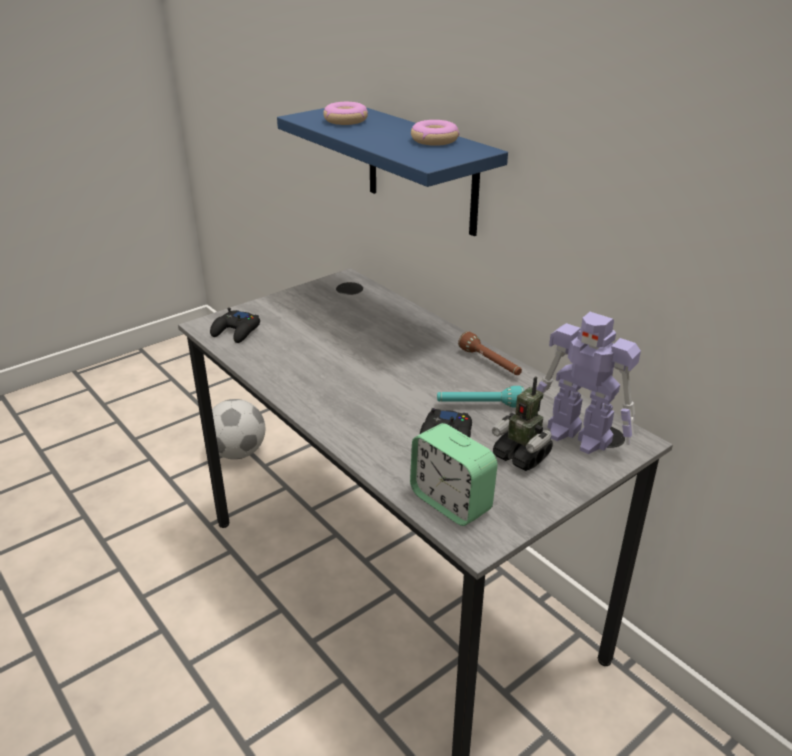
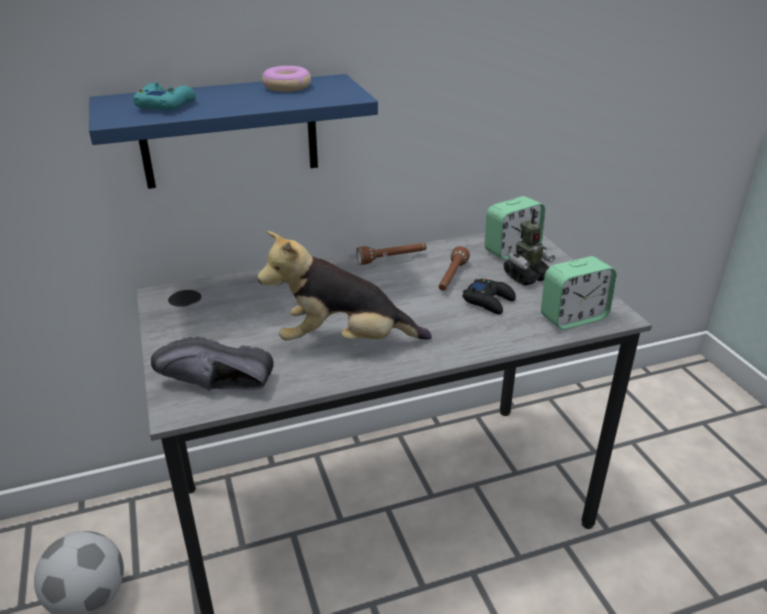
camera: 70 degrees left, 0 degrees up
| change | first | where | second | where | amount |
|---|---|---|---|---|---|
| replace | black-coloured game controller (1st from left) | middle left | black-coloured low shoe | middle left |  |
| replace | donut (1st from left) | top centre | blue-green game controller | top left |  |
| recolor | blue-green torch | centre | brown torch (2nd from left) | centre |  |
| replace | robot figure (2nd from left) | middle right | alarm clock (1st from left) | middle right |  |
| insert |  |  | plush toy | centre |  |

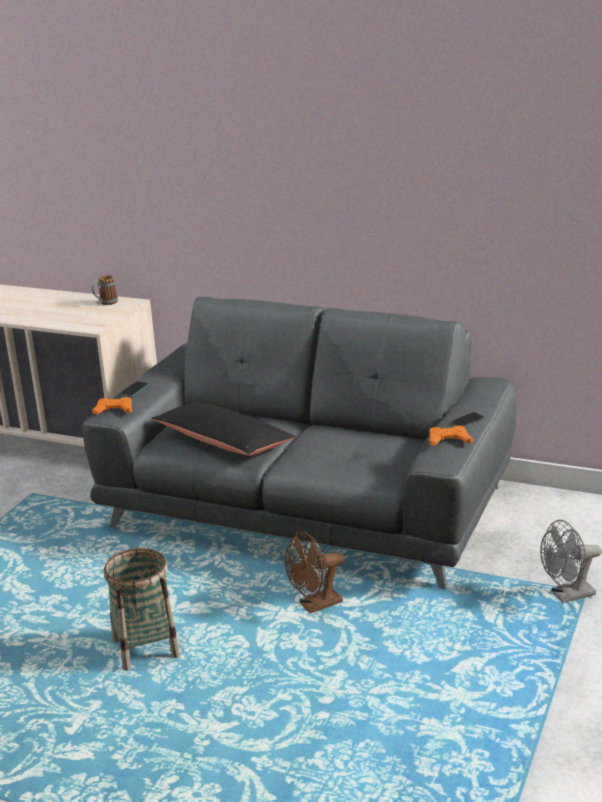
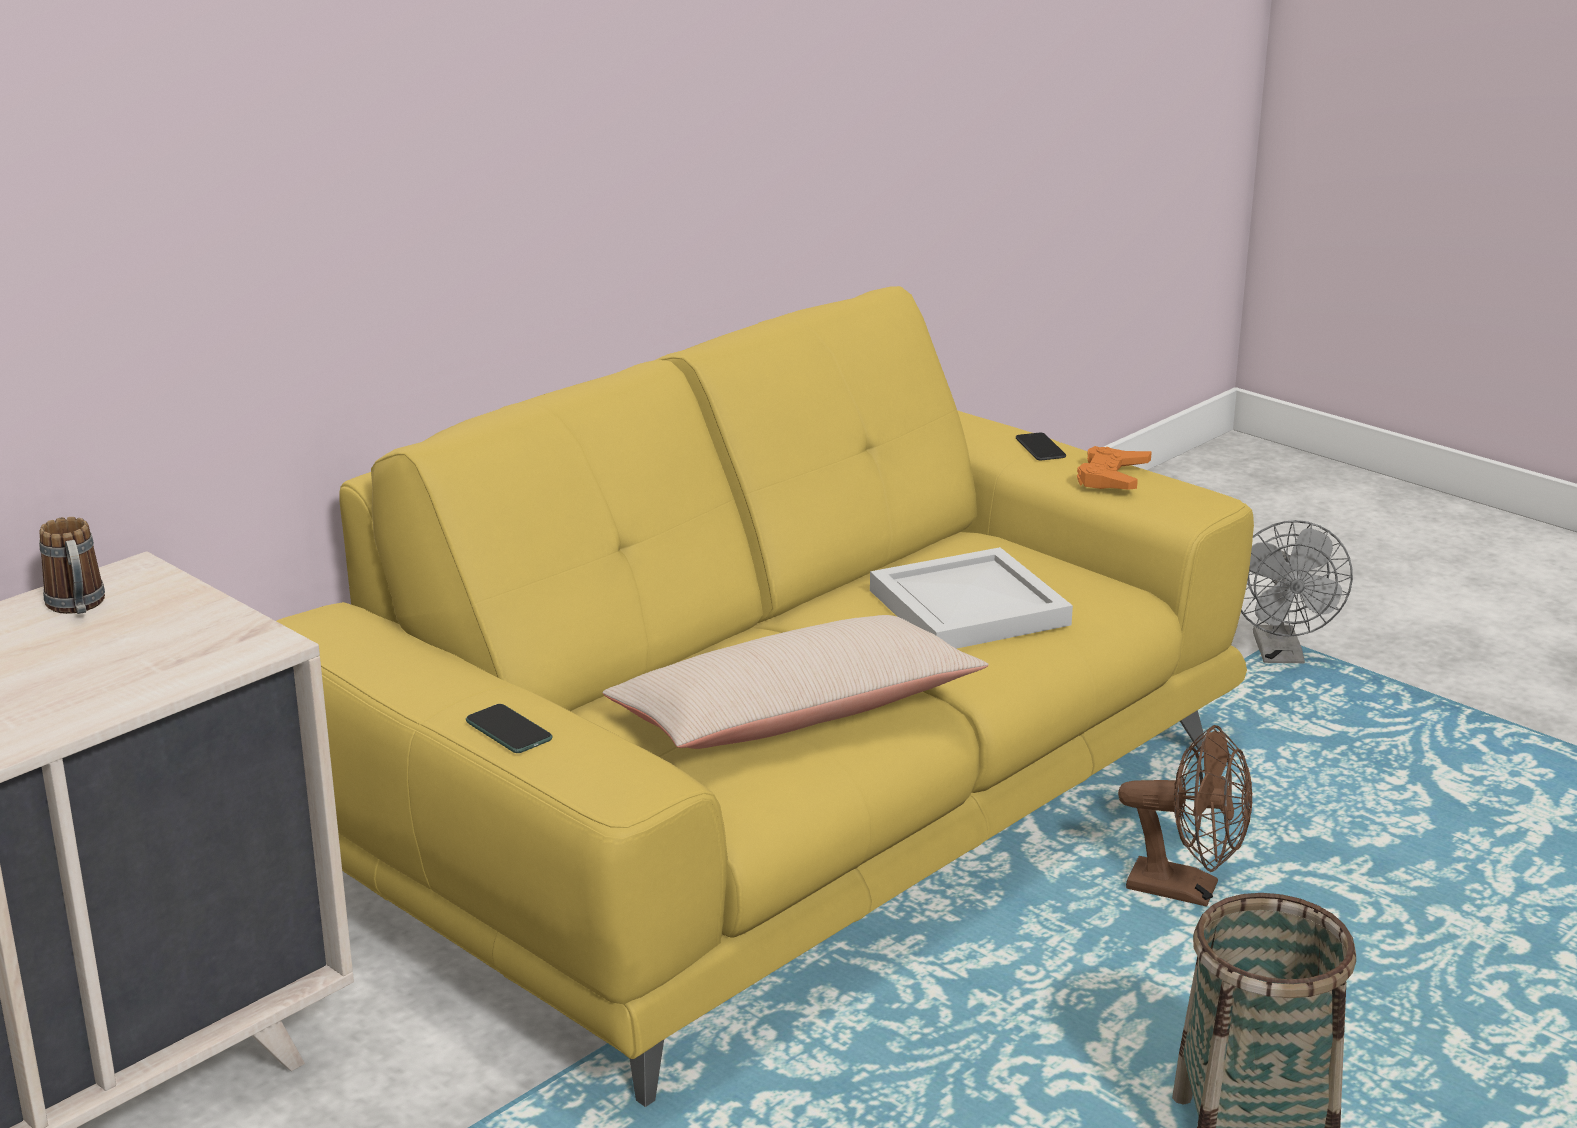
camera: 70 degrees left, 0 degrees up
| change | first | where | second | where | amount |
|---|---|---|---|---|---|
| recolor | gray settee | centre | yellow-coloured settee | centre |  |
| delete | orange game controller (1st from left) | middle left |  |  |  |
| recolor | black-coloured throw pillow | centre | beige-coloured throw pillow | centre |  |
| rotate | brown fan | bottom centre |  | bottom right | 60 degrees counterclockwise |
| insert |  |  | white serving tray | centre |  |

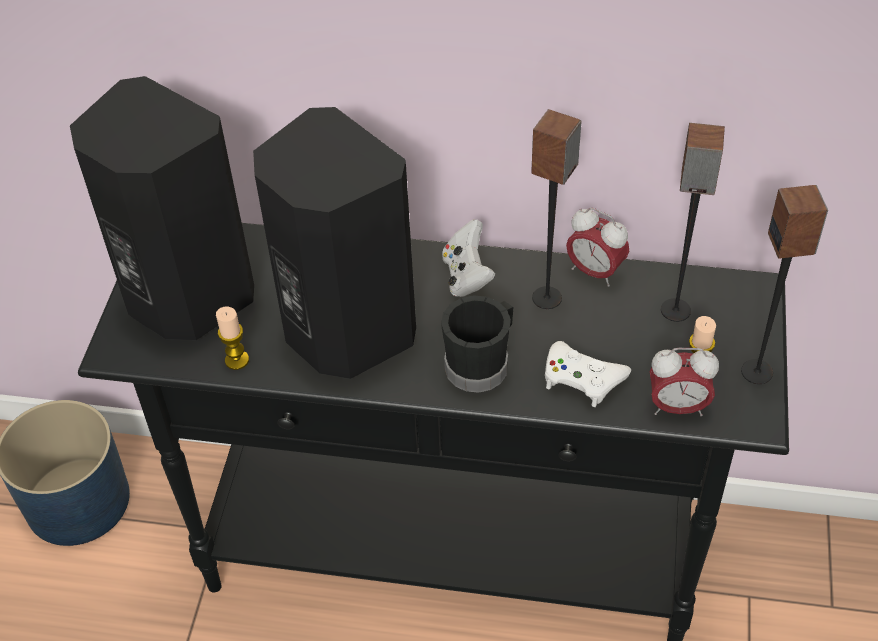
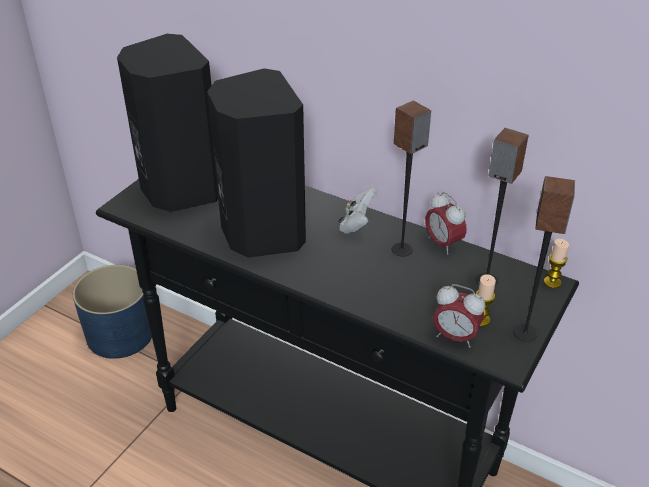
camera: 20 degrees right, 10 degrees down
| change | first | where | second | where | amount |
|---|---|---|---|---|---|
| move | wax light (1st from left in the first image) | middle left | wax light (2nd from left) | middle right |  |
| delete | black-coloured tea mug | centre |  |  |  |
| delete | white game controller (2nd from left) | middle right |  |  |  |

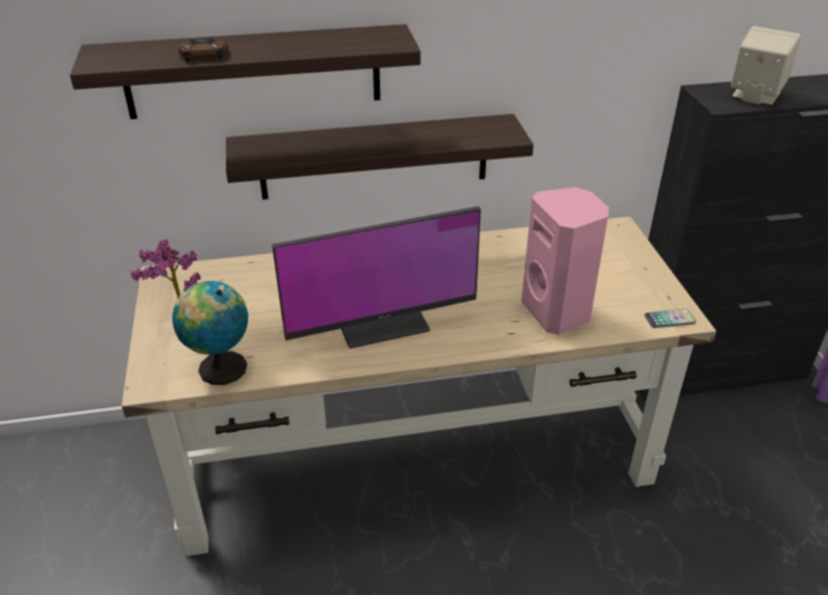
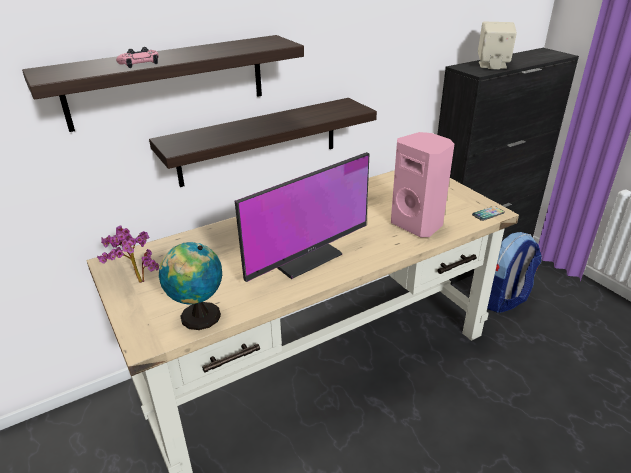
camera: 20 degrees left, 5 degrees down
| change | first | where | second | where | amount |
|---|---|---|---|---|---|
| recolor | brown game controller | top left | pinkish game controller | top left |  |
| insert |  |  | knapsack | middle right |  |

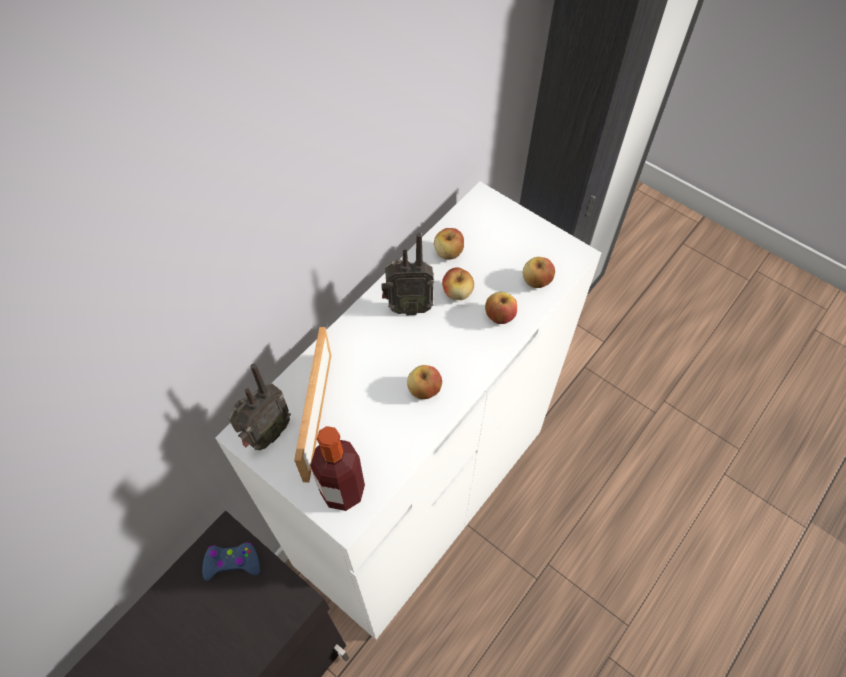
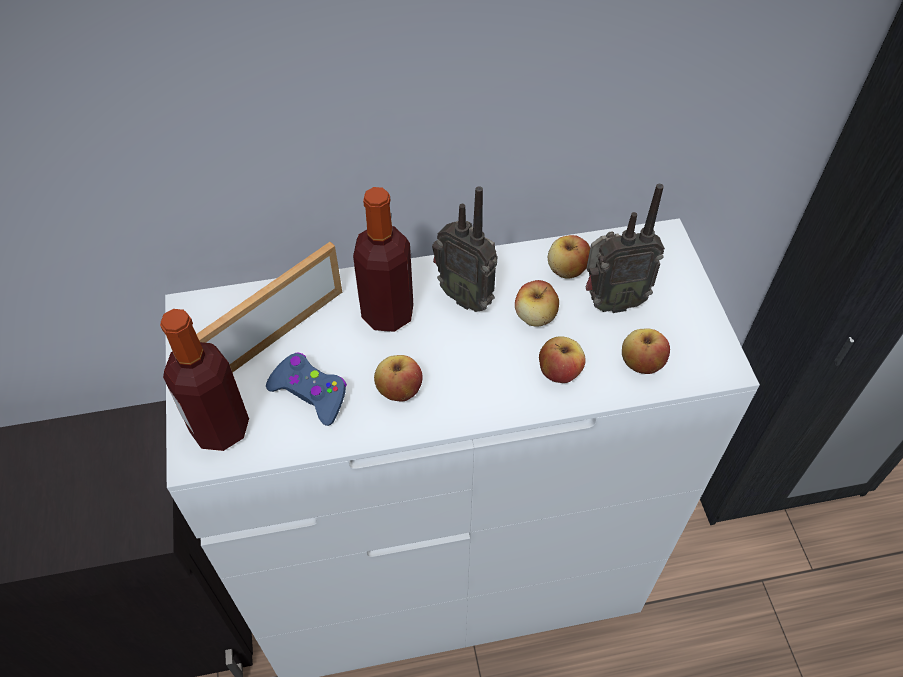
camera: 40 degrees right, 5 degrees down
| change | first | where | second | where | amount |
|---|---|---|---|---|---|
| move | blue-coloured game controller | bottom left |  | centre |  |
| move | radio set (1st from left in the first image) | middle left | radio set (2nd from left) | middle right |  |
| insert |  |  | bottle (2nd from left) | centre |  |

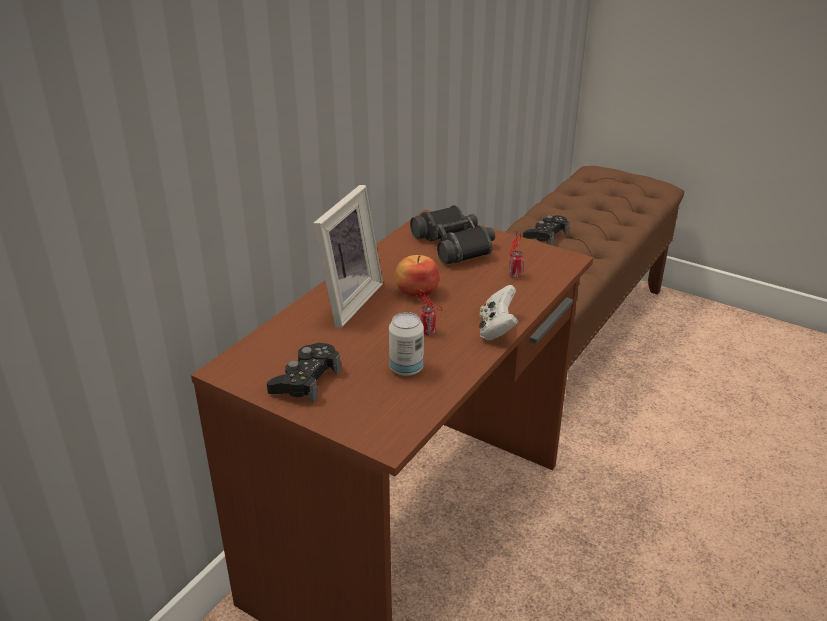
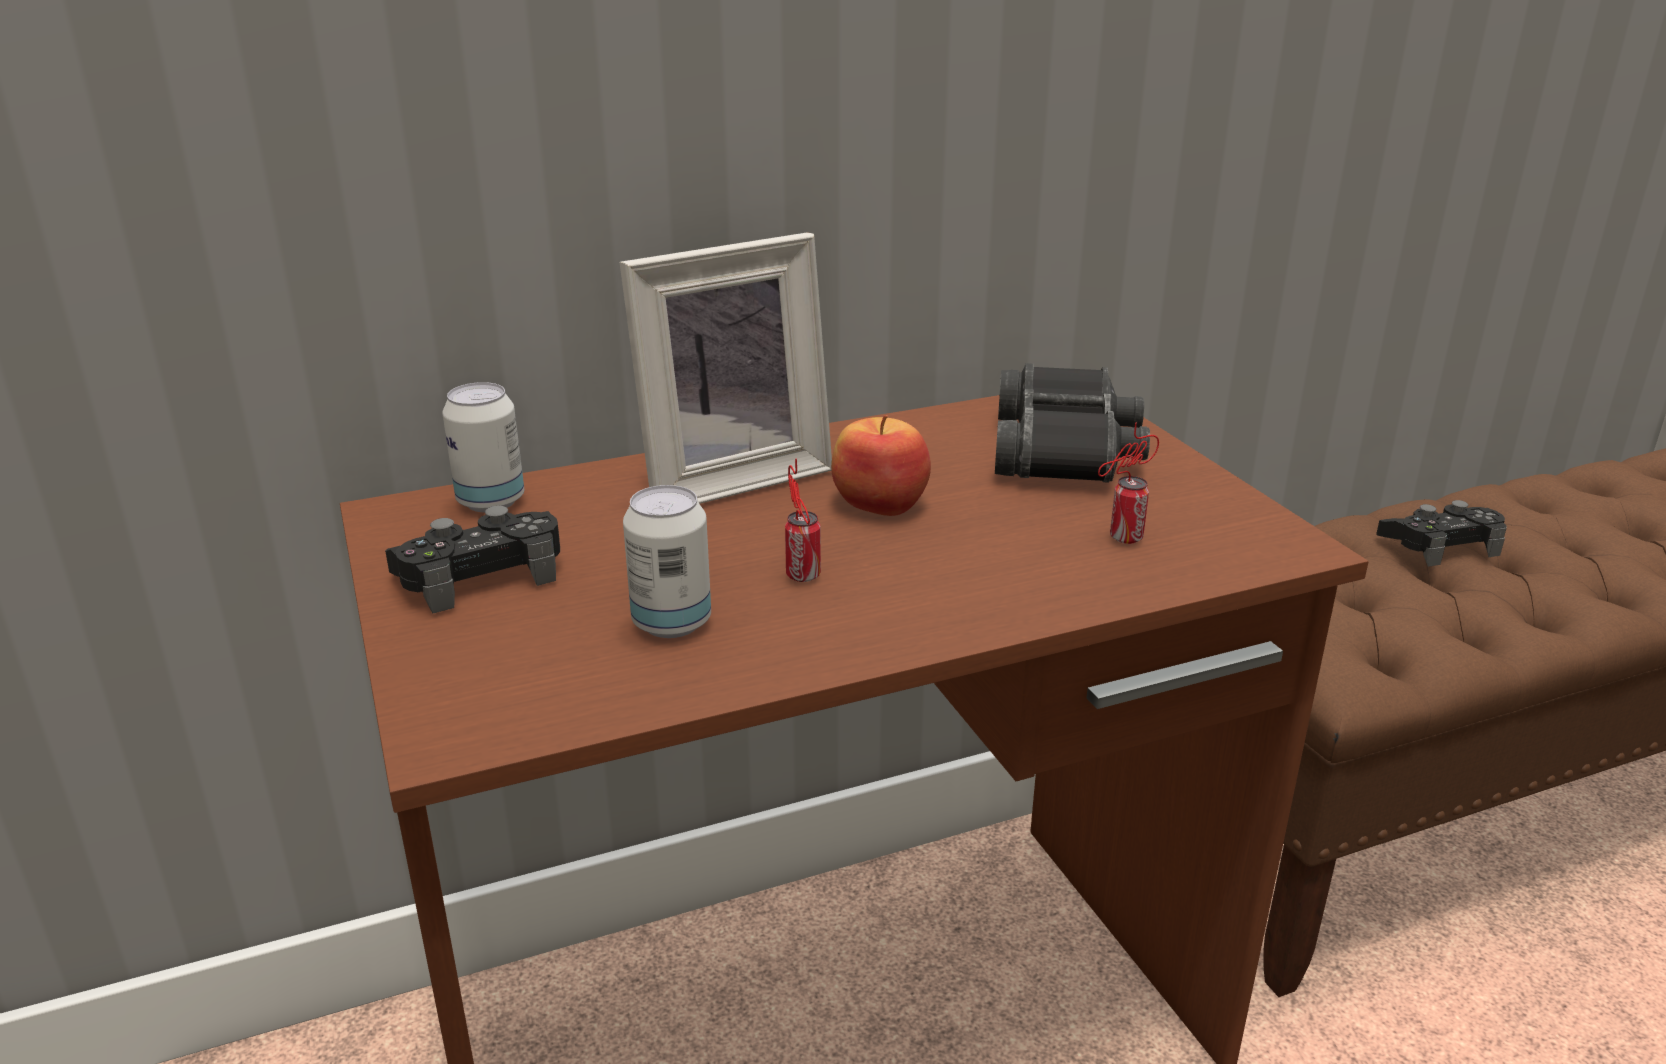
camera: 35 degrees right, 5 degrees down
| change | first | where | second | where | amount |
|---|---|---|---|---|---|
| delete | white game controller | centre |  |  |  |
| insert |  |  | sealed can (1st from left) | middle left |  |

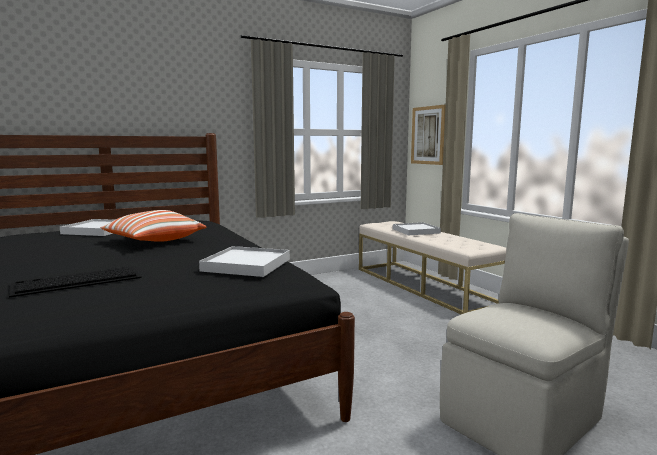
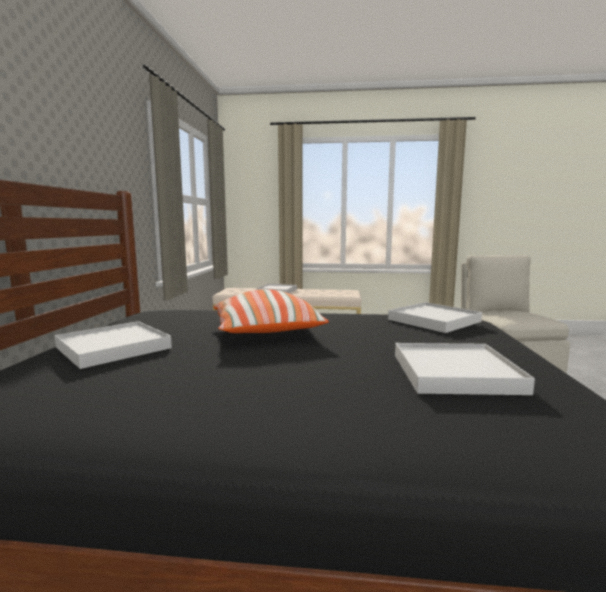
camera: 55 degrees left, 0 degrees up
| change | first | where | second | where | amount |
|---|---|---|---|---|---|
| replace | keyboard | middle left | white serving tray (4th from left) | middle right |  |
| delete | wall art | top centre |  |  |  |

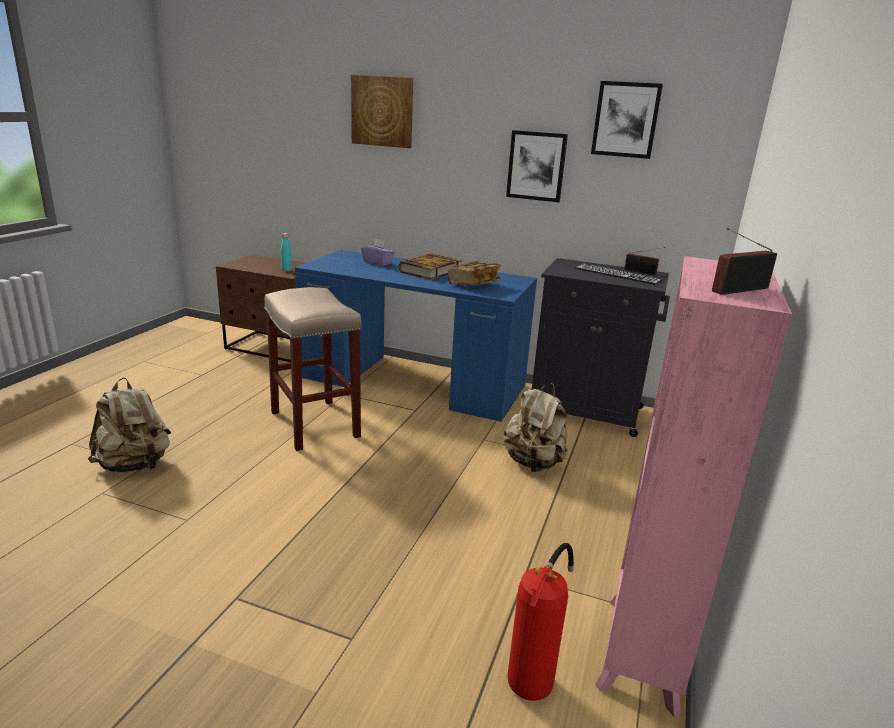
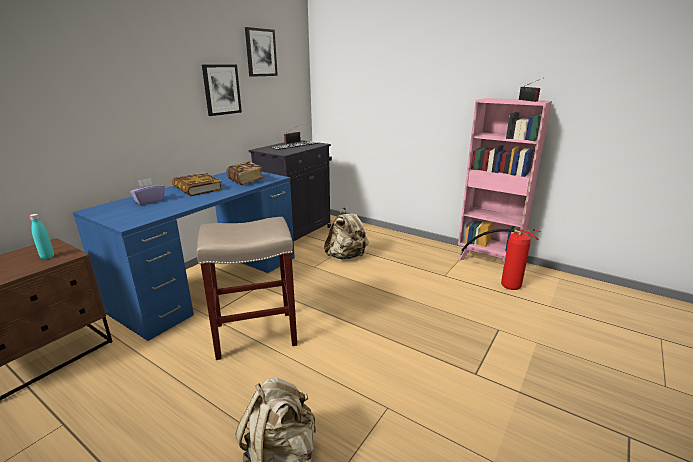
camera: 75 degrees left, 0 degrees up
| change | first | where | second | where | amount |
|---|---|---|---|---|---|
| delete | wall art (1st from left) | top centre |  |  |  |

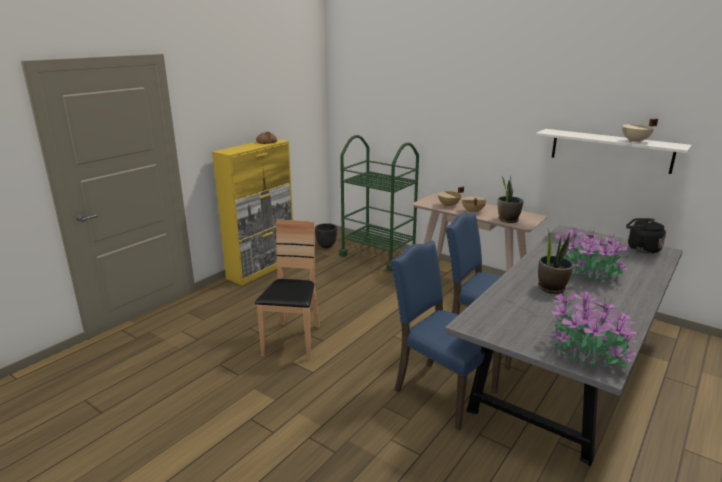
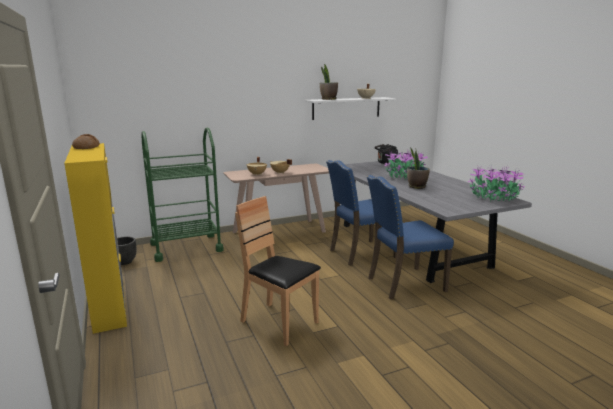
camera: 60 degrees left, 5 degrees down
| change | first | where | second | where | amount |
|---|---|---|---|---|---|
| move | potted plant (1st from left) | middle right |  | top centre |  |

